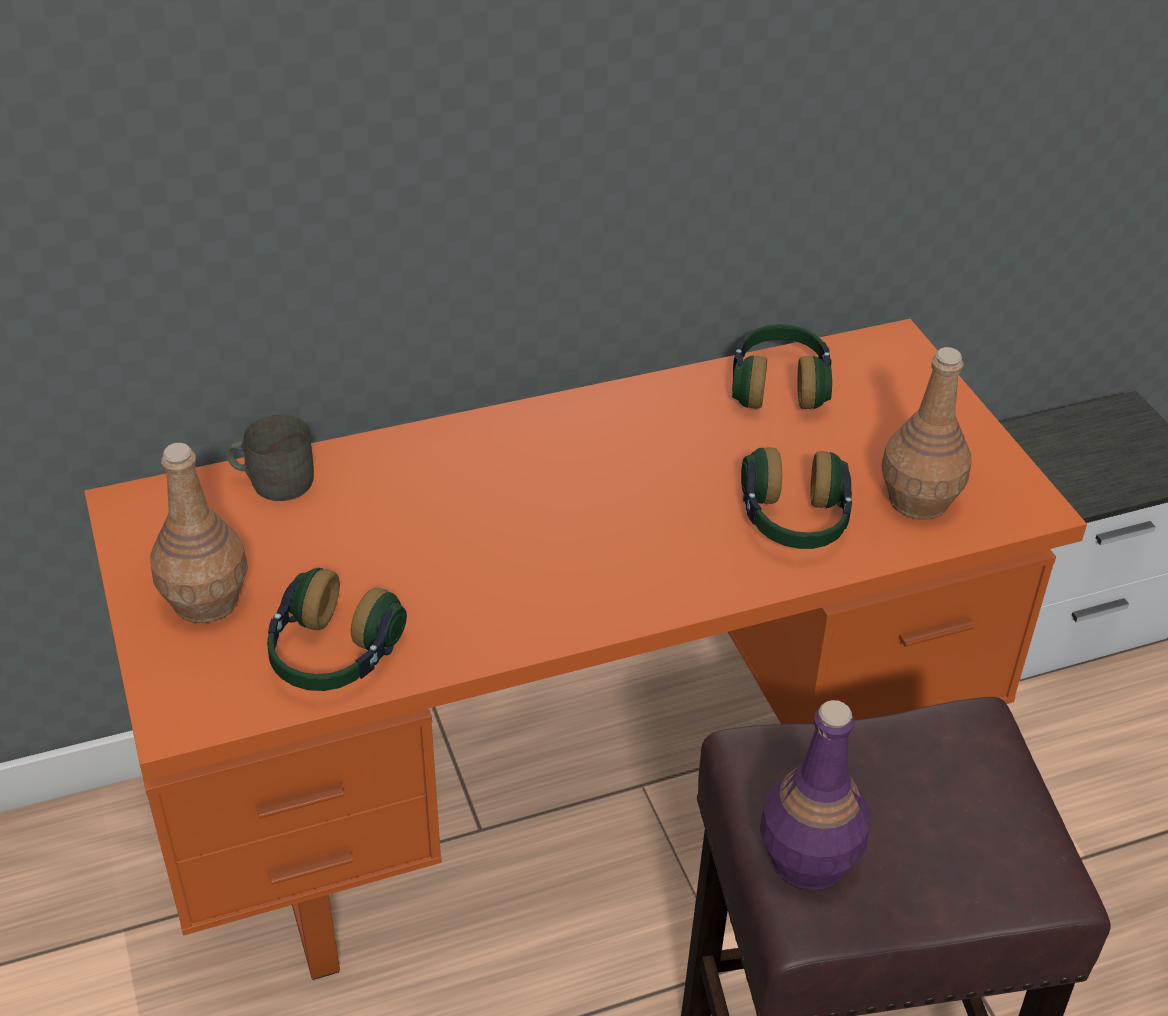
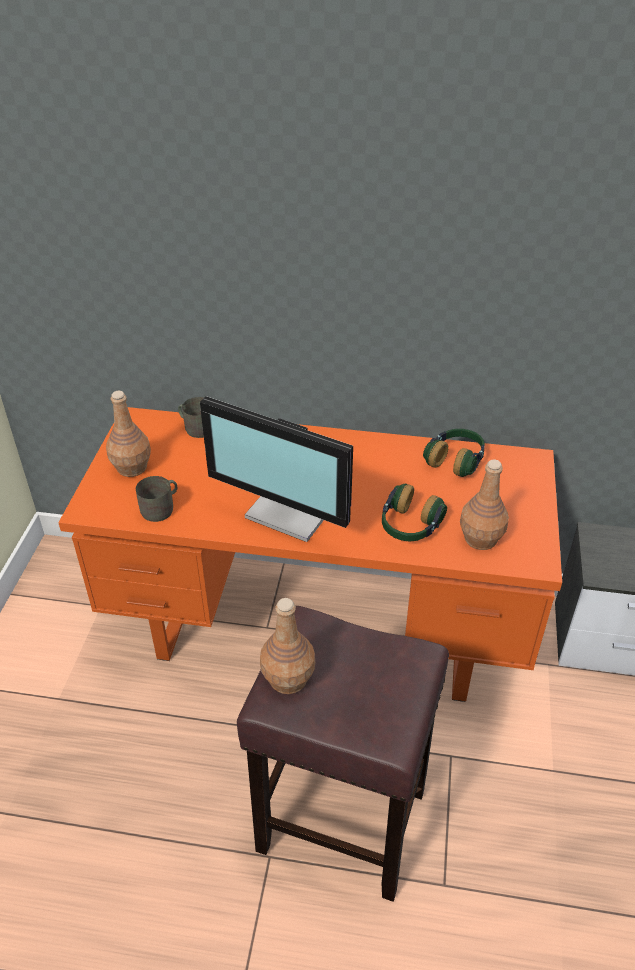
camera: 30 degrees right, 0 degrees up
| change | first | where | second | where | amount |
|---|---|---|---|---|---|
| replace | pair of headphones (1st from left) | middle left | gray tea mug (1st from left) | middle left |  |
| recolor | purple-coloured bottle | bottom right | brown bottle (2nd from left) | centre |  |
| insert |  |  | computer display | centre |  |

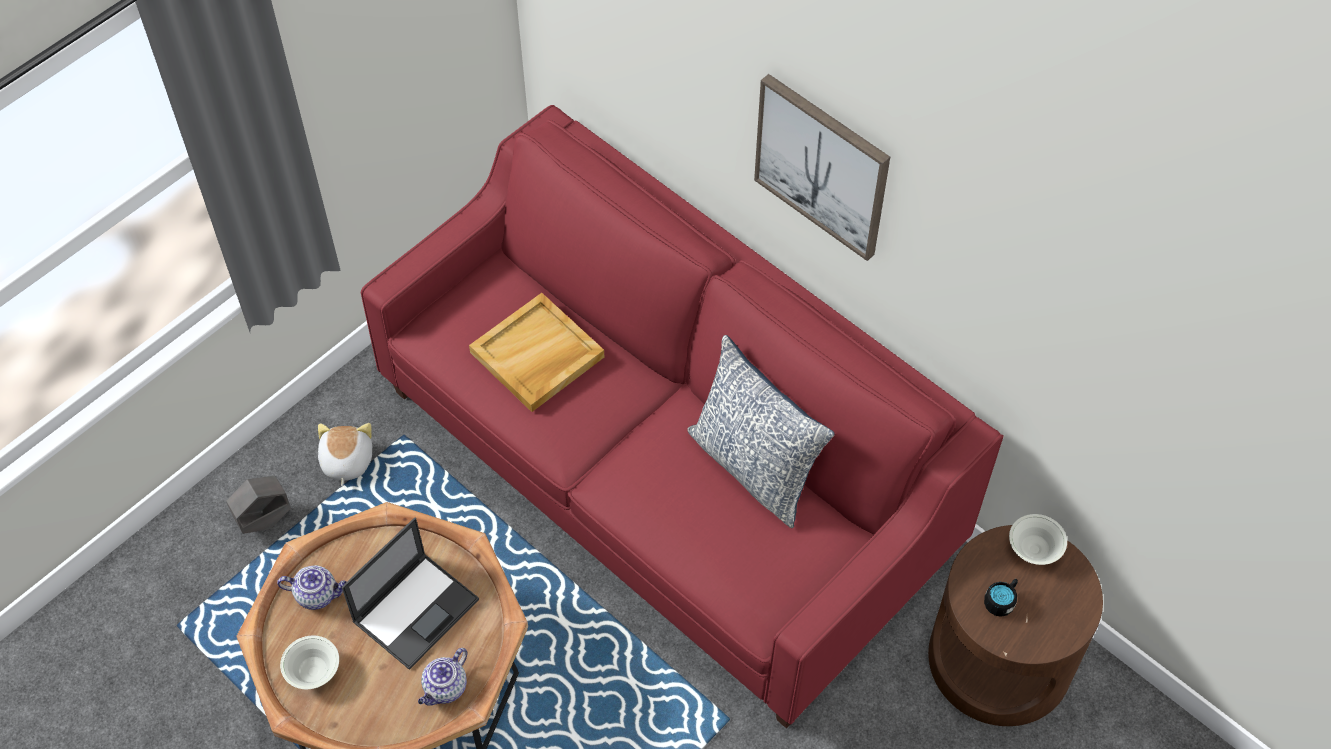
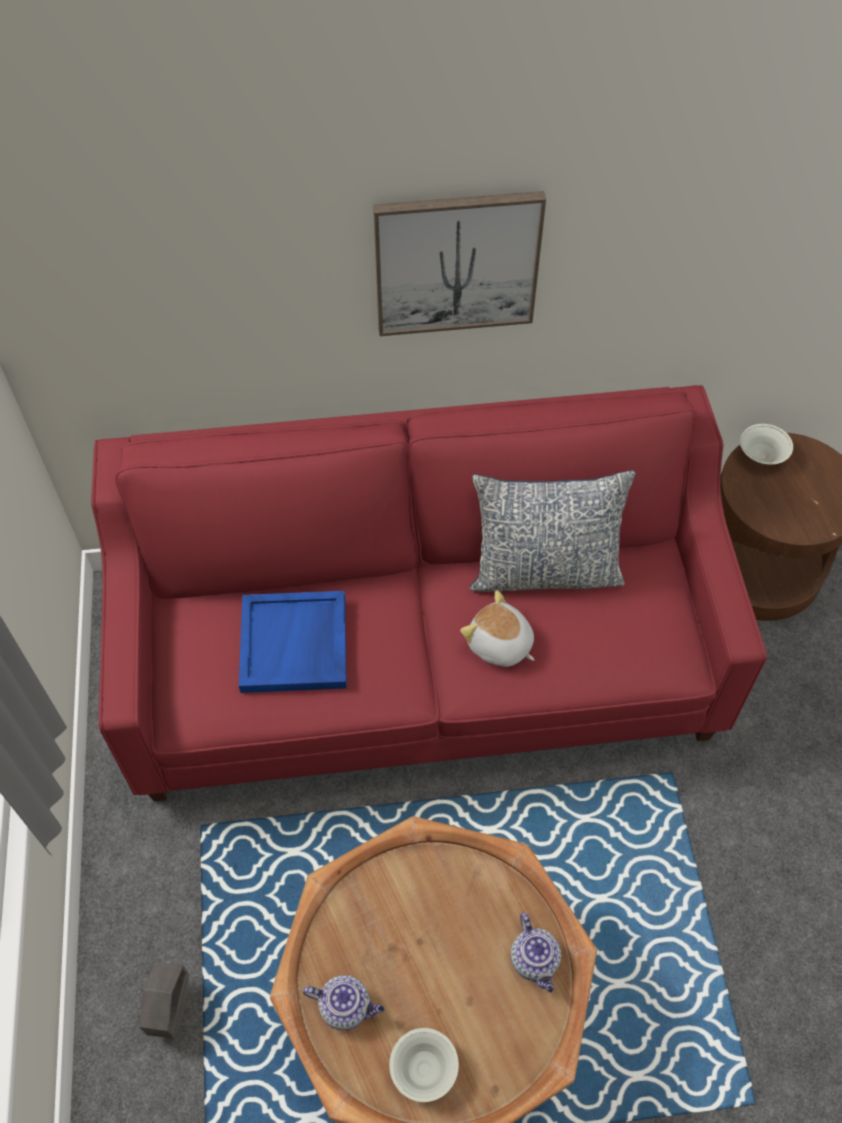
camera: 50 degrees left, 0 degrees up
| change | first | where | second | where | amount |
|---|---|---|---|---|---|
| rotate | teapot (1st from left) | bottom left |  | bottom centre | 60 degrees clockwise |
| move | plush toy | middle left |  | centre |  |
| delete | portable computer | bottom left |  |  |  |
| recolor | beige-coloured serving tray | centre | blue-coloured serving tray | centre |  |
| delete | black-coloured tea mug | bottom right |  |  |  |

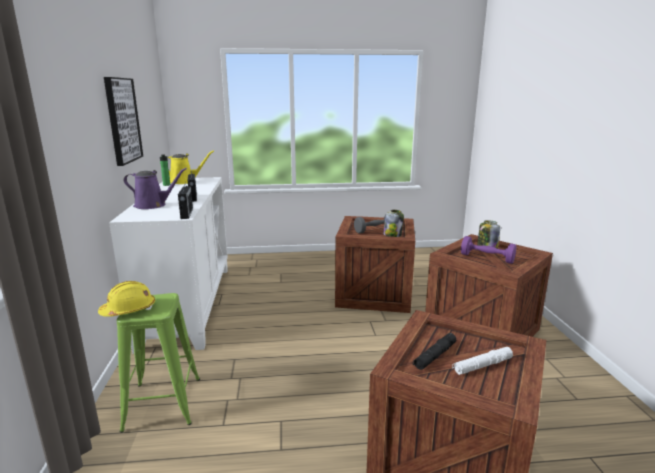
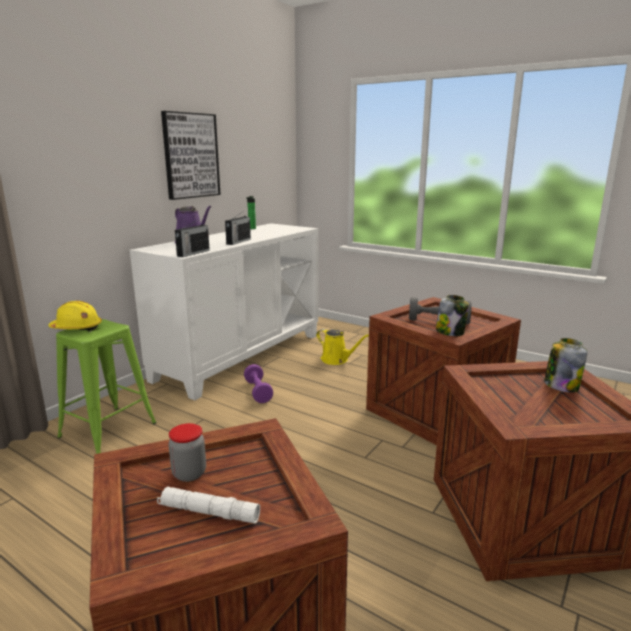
camera: 40 degrees right, 0 degrees up
| change | first | where | second | where | amount |
|---|---|---|---|---|---|
| move | yellow-coloured watering can | middle left |  | centre |  |
| replace | black-coloured torch | bottom centre | preserve jar (1st from left) | bottom left |  |
| move | purple-coloured dumbbell | middle right |  | centre |  |

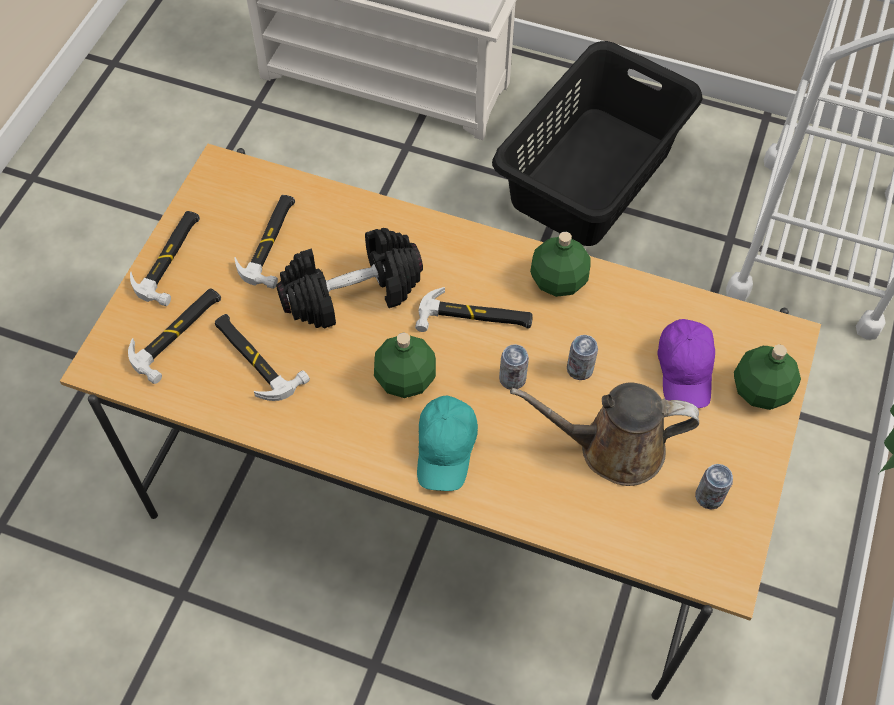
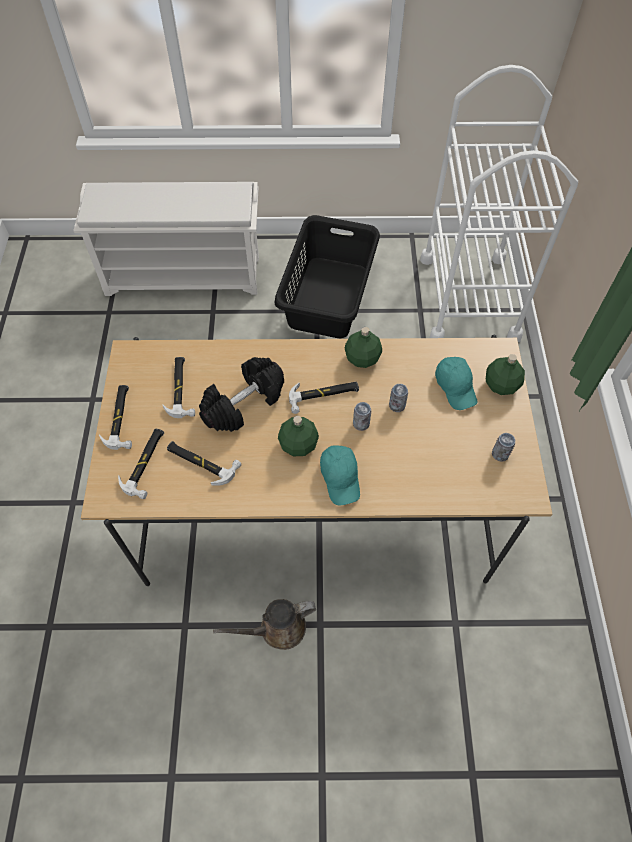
camera: 20 degrees left, 0 degrees up
| change | first | where | second | where | amount |
|---|---|---|---|---|---|
| move | brown watering can | middle right |  | bottom centre |  |
| recolor | purple-coloured peaked cap | middle right | blue-green peaked cap (2nd from left) | middle right |  |

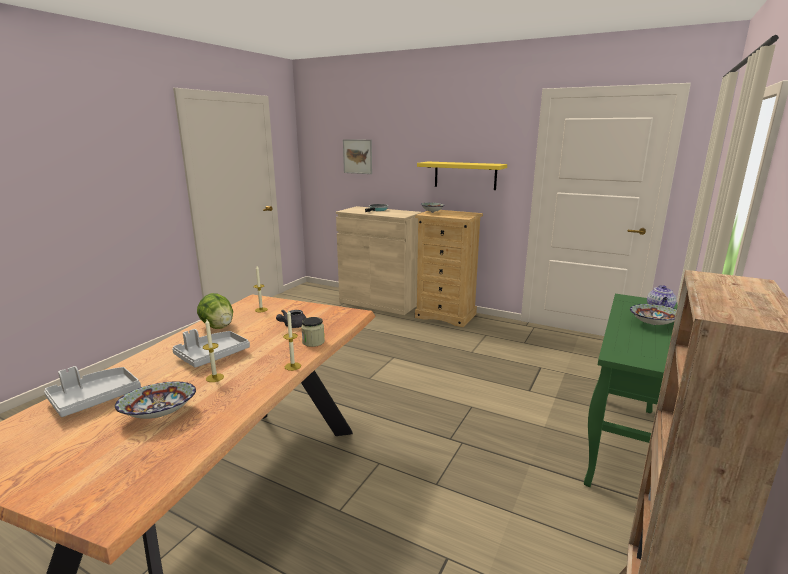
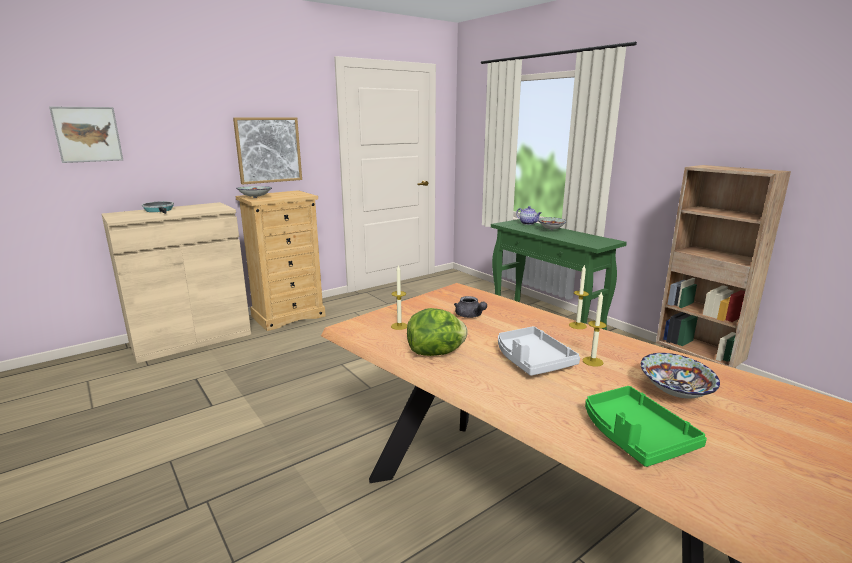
camera: 65 degrees left, 0 degrees up
| change | first | where | second | where | amount |
|---|---|---|---|---|---|
| recolor | gray serving tray (1st from left) | bottom left | green-coloured serving tray | bottom right |  |
| delete | preserve jar | centre |  |  |  |
| replace | yellow-coloured wall shelf | top centre | wall art (2nd from left) | top left |  |

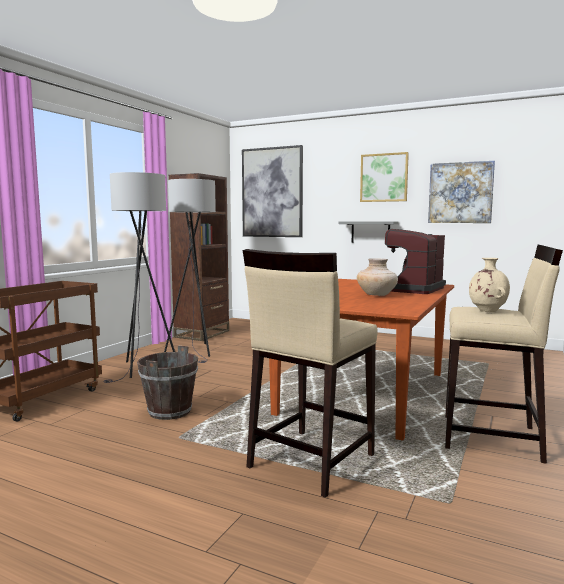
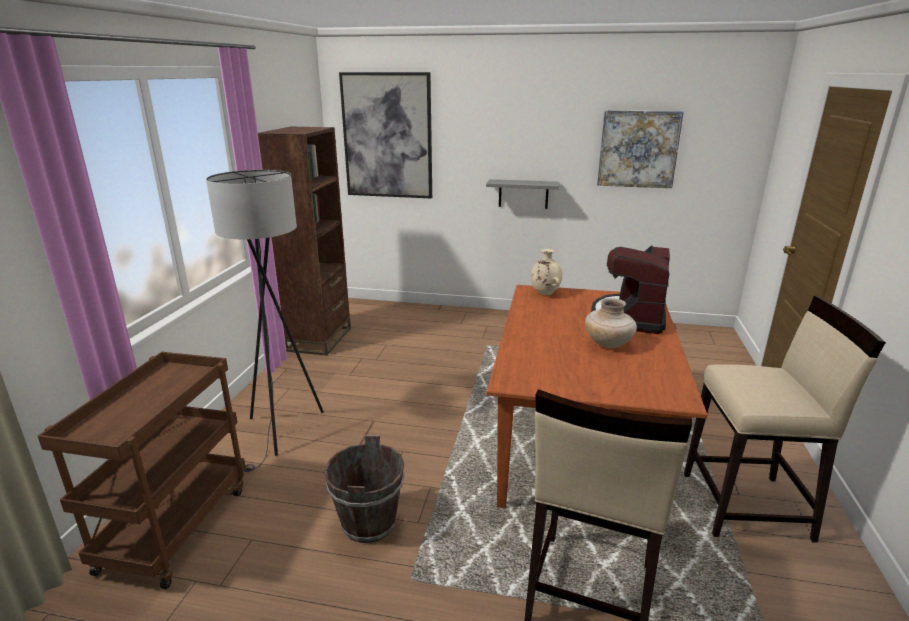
camera: 15 degrees left, 15 degrees up
| change | first | where | second | where | amount |
|---|---|---|---|---|---|
| delete | gray standard lamp (2nd from left) | centre |  |  |  |
| delete | wall art (2nd from left) | top right |  |  |  |
| move | beige-coloured vase (2nd from left in the first image) | middle right | beige-coloured vase (1st from left) | centre |  |

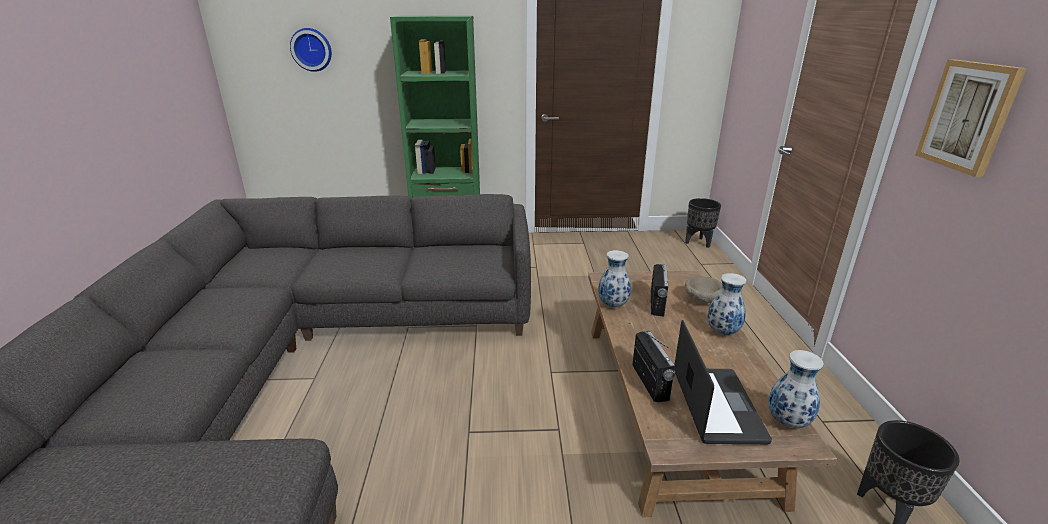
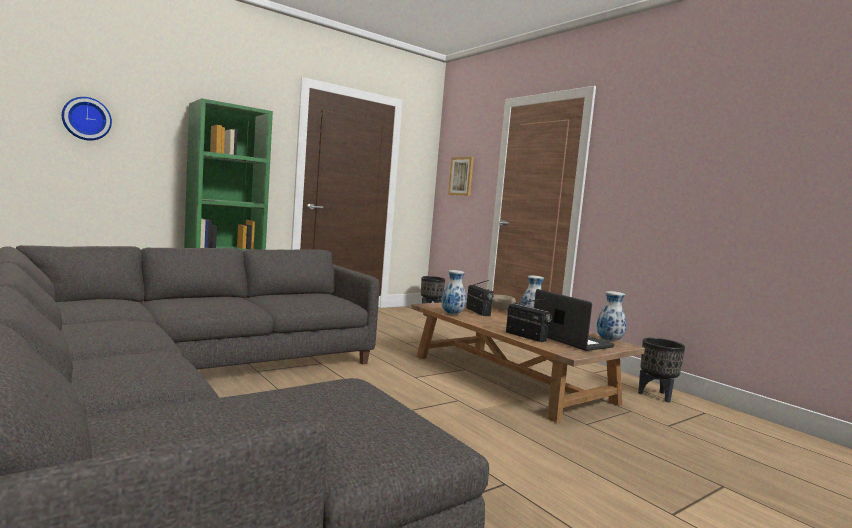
camera: 35 degrees left, 20 degrees down
| change | first | where | second | where | amount |
|---|---|---|---|---|---|
| move | wall art | top right |  | centre |  |

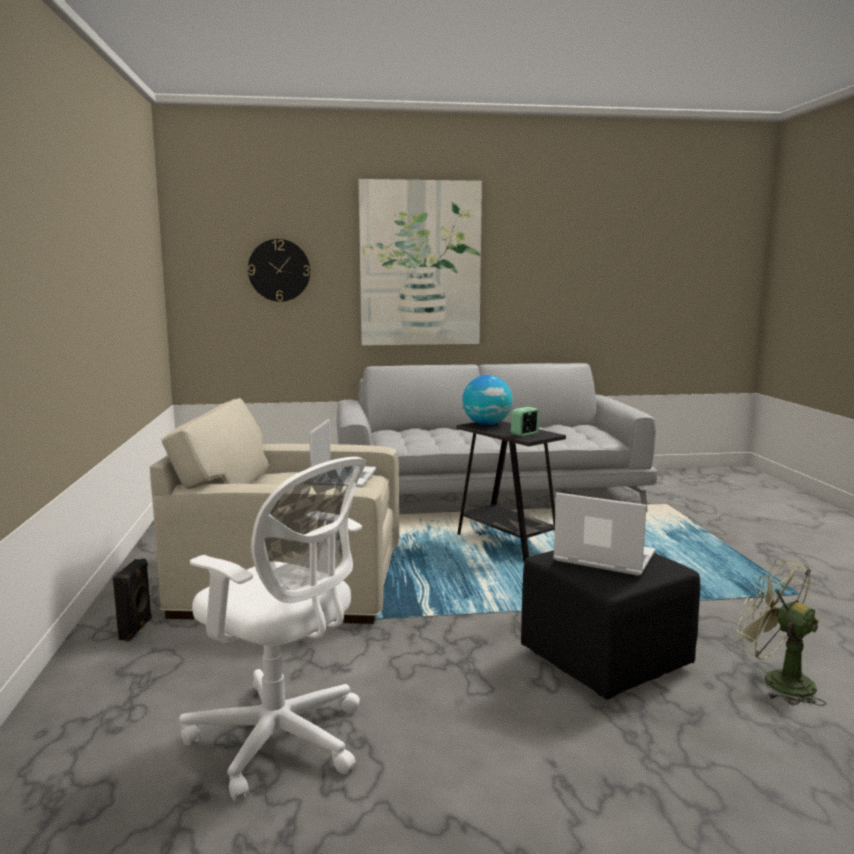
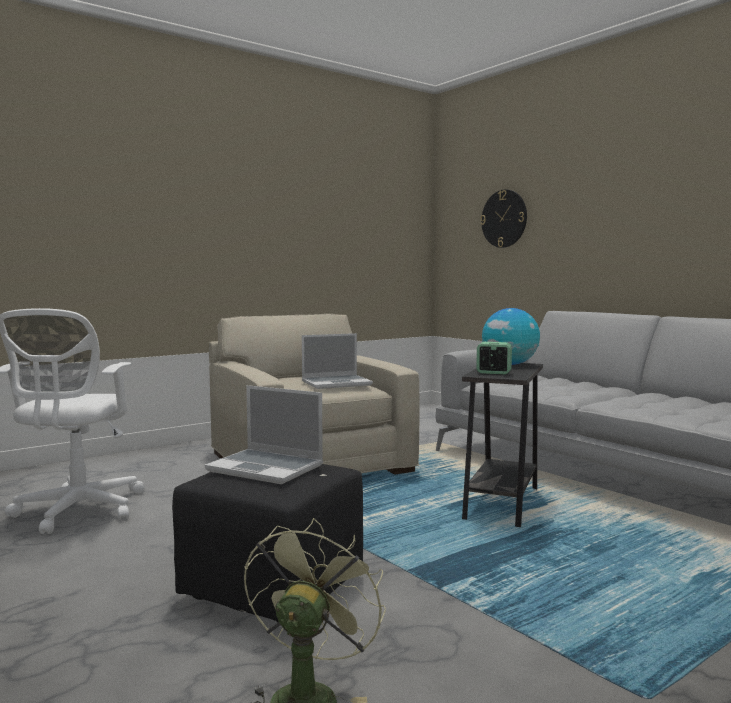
camera: 60 degrees right, 5 degrees down
| change | first | where | second | where | amount |
|---|---|---|---|---|---|
| delete | black-coloured loudspeaker | bottom left |  |  |  |
| delete | wall art | top centre |  |  |  |
| rotate | portable computer (2nd from left in the first image) | middle right | portable computer (1st from left) | centre | 120 degrees clockwise |

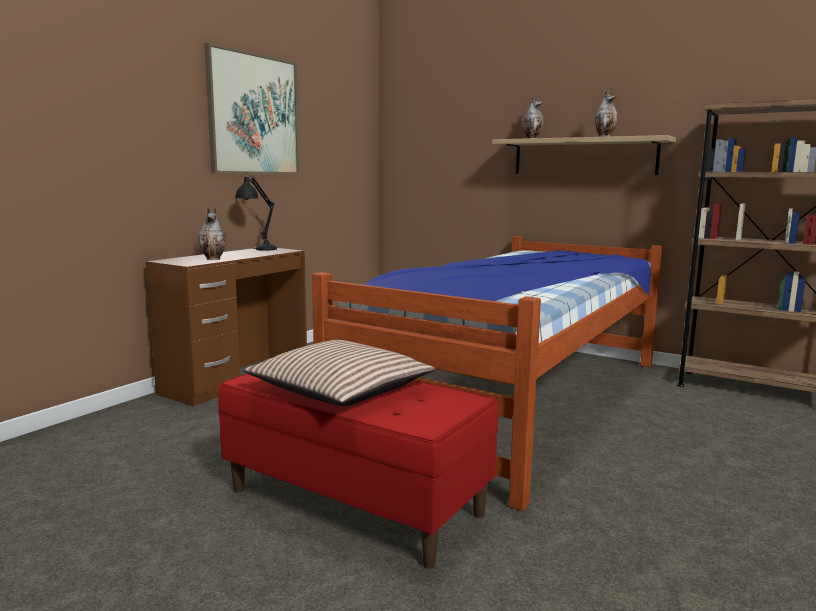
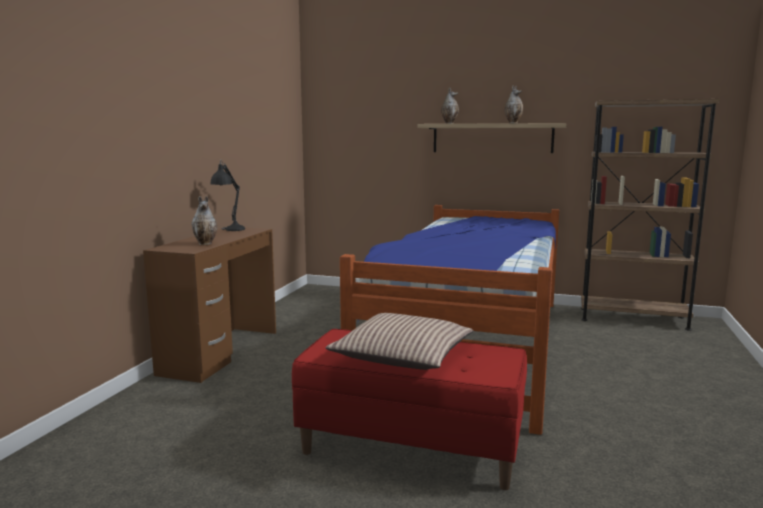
camera: 15 degrees left, 0 degrees up
| change | first | where | second | where | amount |
|---|---|---|---|---|---|
| delete | wall art | top left |  |  |  |

